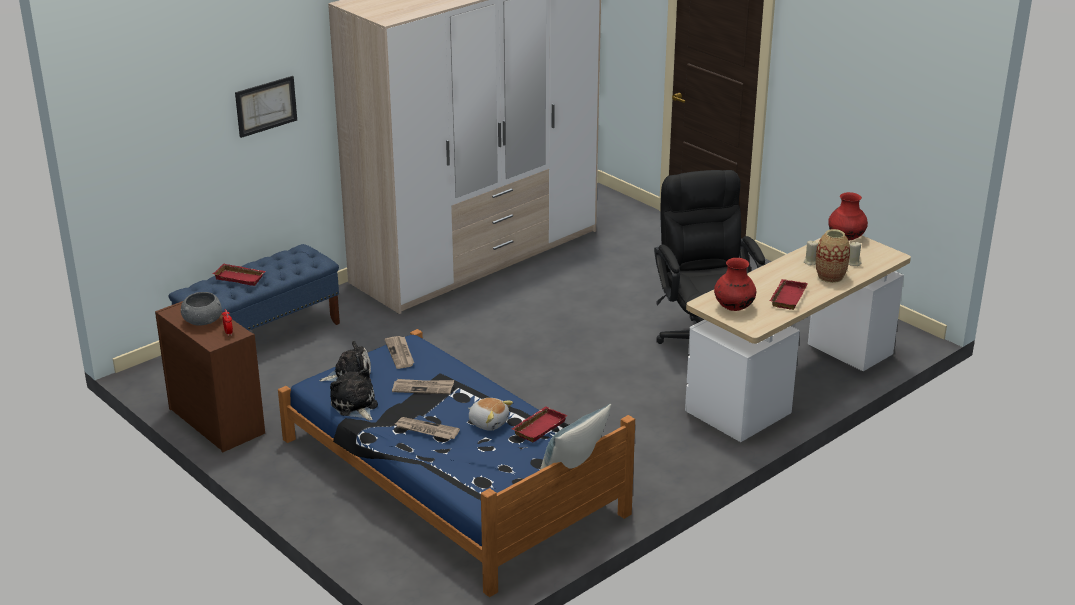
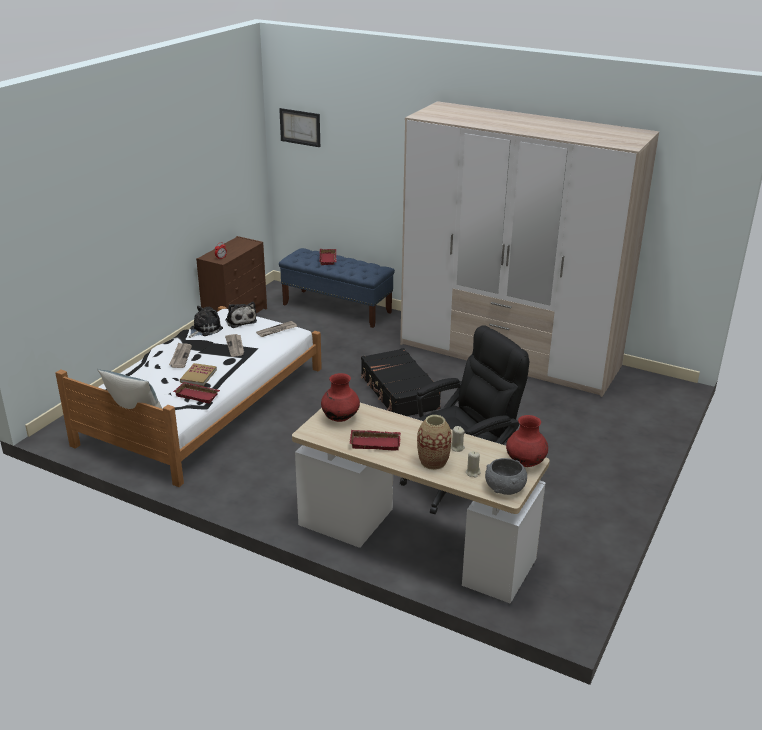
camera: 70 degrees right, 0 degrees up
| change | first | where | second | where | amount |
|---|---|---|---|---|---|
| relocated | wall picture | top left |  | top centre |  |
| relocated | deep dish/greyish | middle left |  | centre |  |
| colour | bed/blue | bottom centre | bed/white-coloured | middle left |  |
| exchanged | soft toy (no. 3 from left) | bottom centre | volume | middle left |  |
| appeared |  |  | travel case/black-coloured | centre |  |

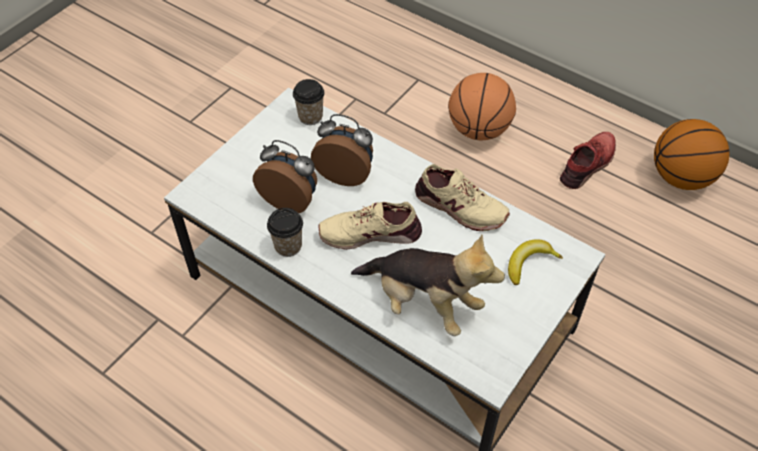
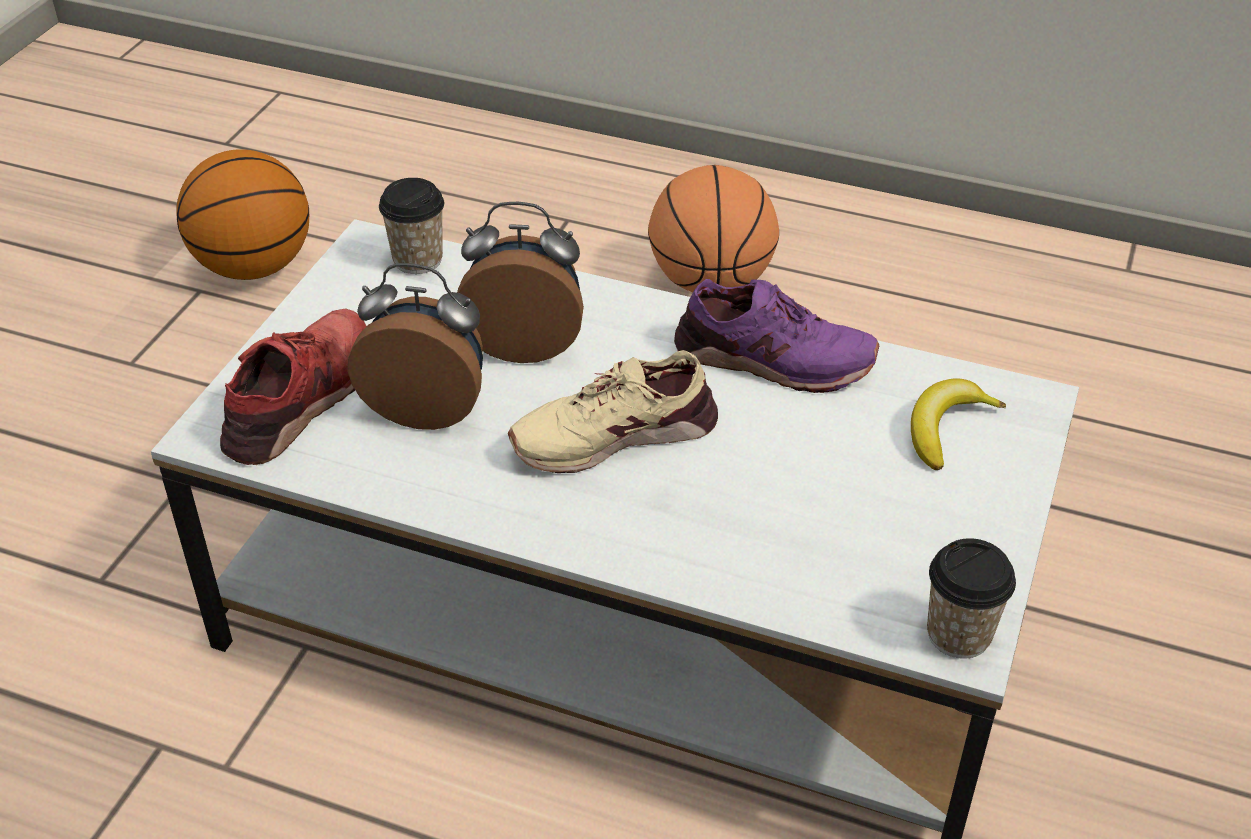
camera: 15 degrees left, 10 degrees down
| change | first | where | second | where | amount |
|---|---|---|---|---|---|
| relocated | ball for basketball (no. 2 from left in the first image) | middle right | ball for basketball (no. 1 from left) | top left |  |
| relocated | shoe/red-coloured | middle right |  | middle left |  |
| colour | shoe/beige-coloured (no. 2 from left) | centre | shoe/purple-coloured | centre |  |
| relocated | small cup (no. 1 from left in the first image) | centre | small cup (no. 2 from left) | bottom right |  |
| missing | soft toy | centre |  |  |  |

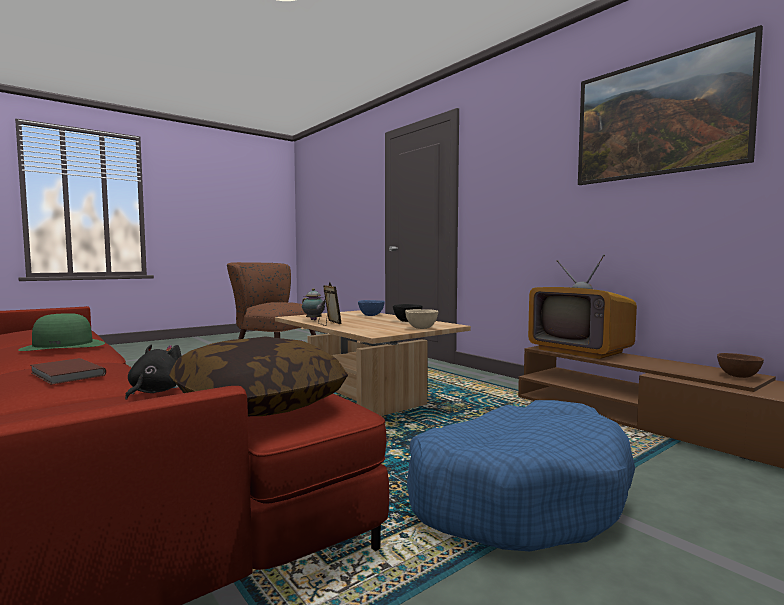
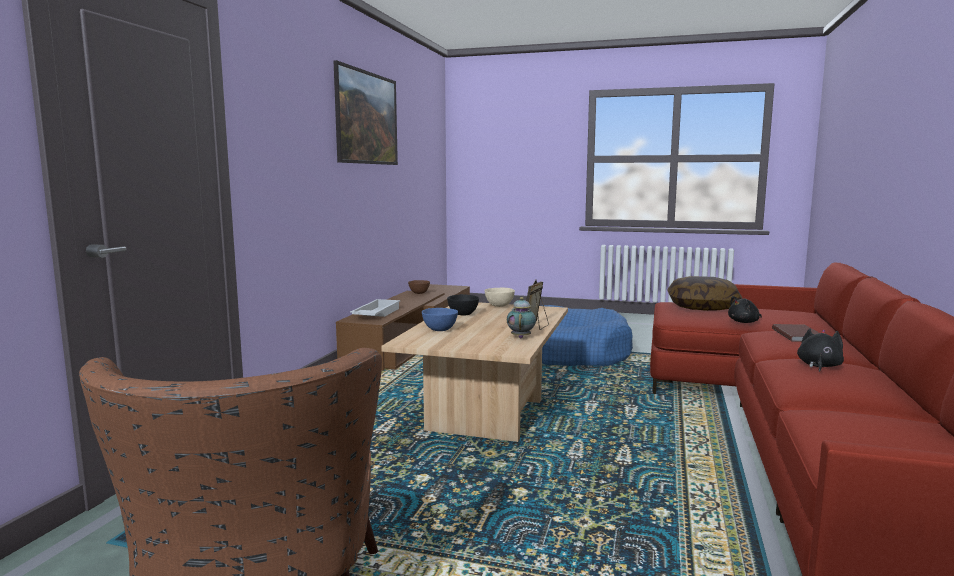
camera: 125 degrees left, 5 degrees up
| change | first | where | second | where | amount |
|---|---|---|---|---|---|
| exchanged | TV set | middle right | serving tray/white-coloured | centre |  |
| exchanged | wearable hat/green-coloured | middle left | soft toy/black-coloured (no. 2 from left) | middle right |  |

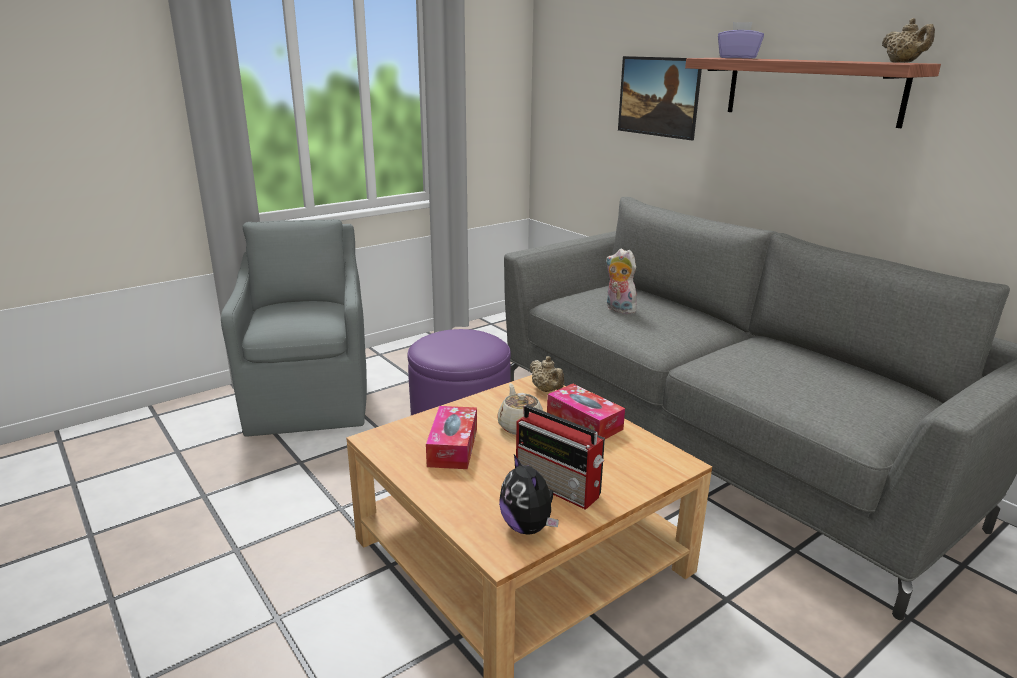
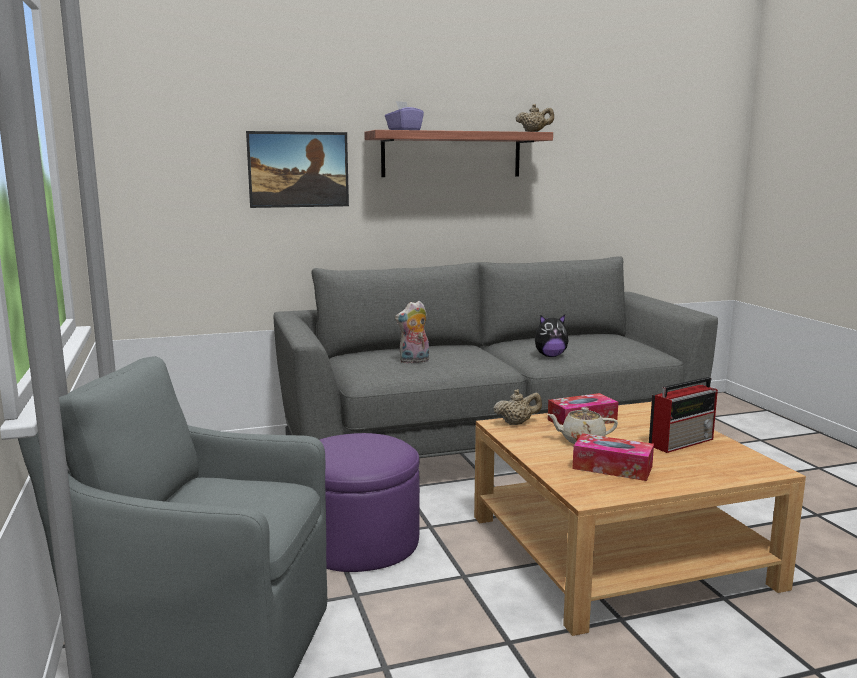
camera: 70 degrees left, 10 degrees down
| change | first | where | second | where | amount |
|---|---|---|---|---|---|
| relocated | soft toy (no. 1 from left in the first image) | bottom centre | soft toy (no. 2 from left) | centre |  |

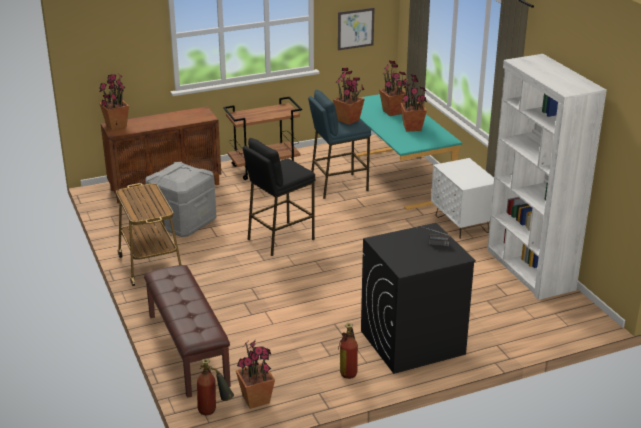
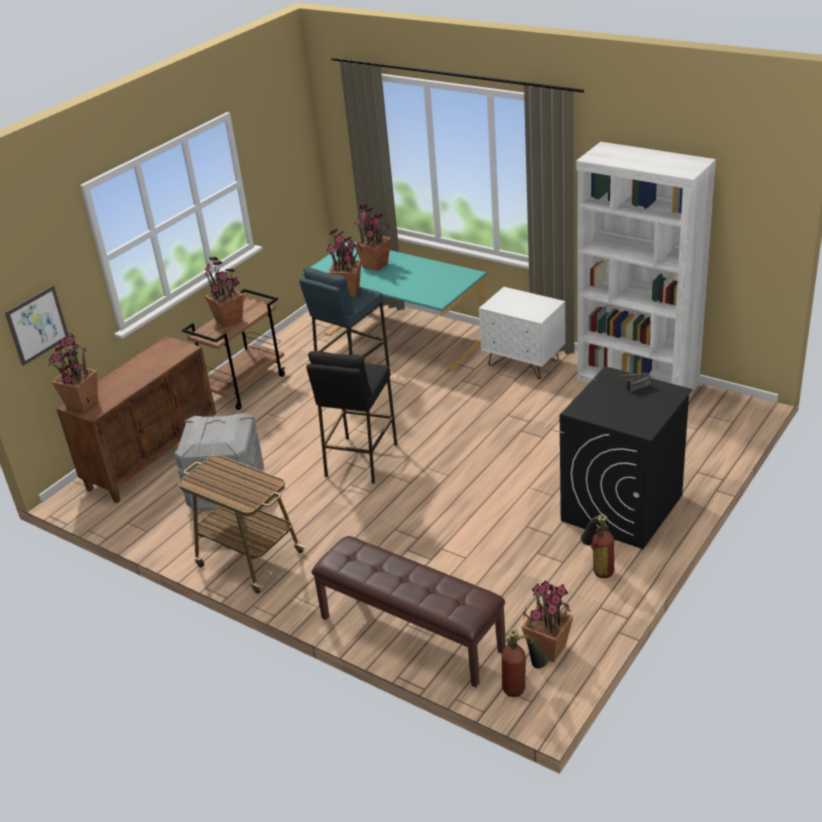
camera: 30 degrees left, 5 degrees up
| change | first | where | second | where | amount |
|---|---|---|---|---|---|
| relocated | wall picture | top centre |  | middle left |  |
| relocated | houseplant (no. 5 from left in the first image) | top centre | houseplant (no. 2 from left) | middle left |  |

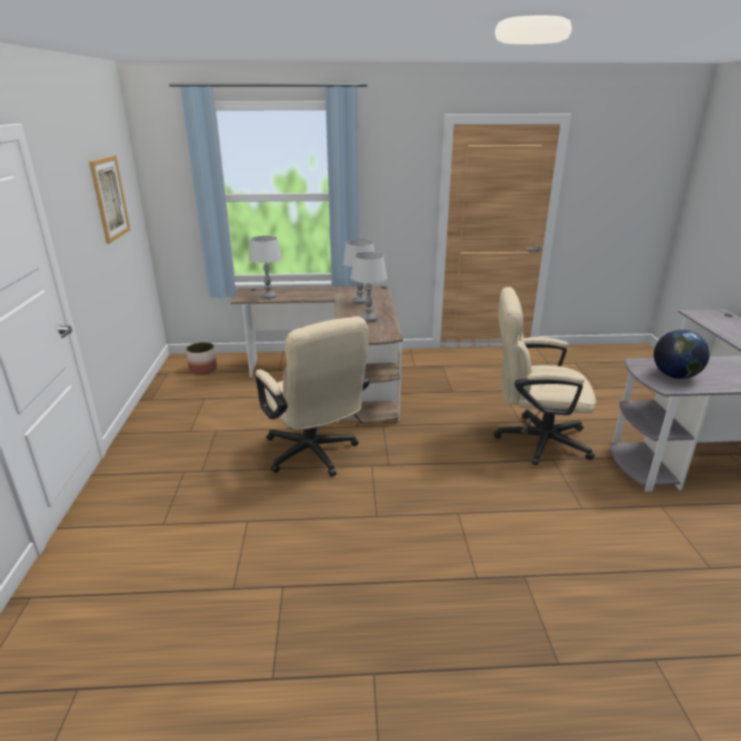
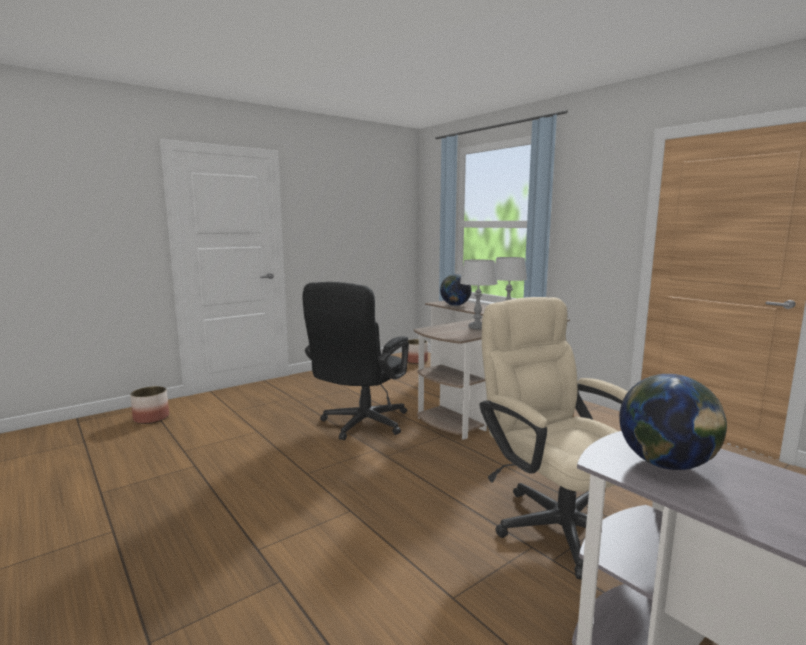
camera: 55 degrees right, 15 degrees down
| change | first | where | second | where | amount |
|---|---|---|---|---|---|
| missing | wall picture | top left |  |  |  |
| exchanged | lamp for a table/greyish (no. 1 from left) | centre | globe (no. 1 from left) | centre |  |
| colour | office chair/beige-coloured (no. 1 from left) | centre | office chair/black-coloured | centre |  |
| appeared |  |  | planter (no. 1 from left) | middle left |  |

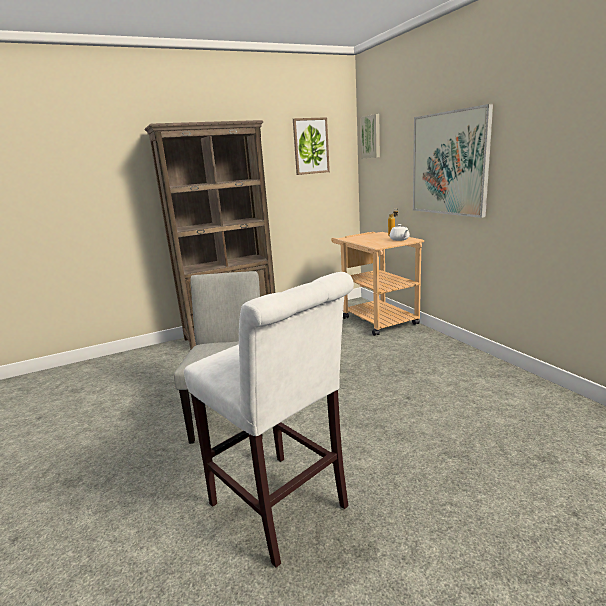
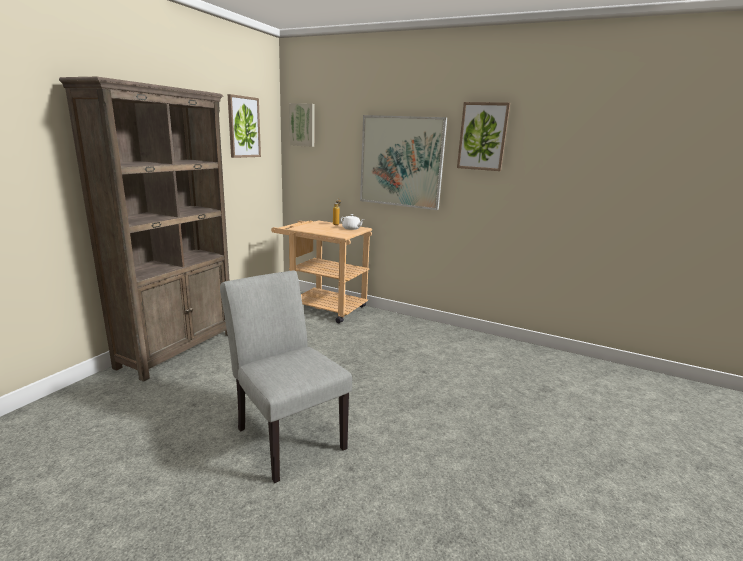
camera: 40 degrees left, 0 degrees up
| change | first | where | second | where | amount |
|---|---|---|---|---|---|
| missing | stool seat/white-coloured | bottom centre |  |  |  |
| appeared |  |  | wall picture (no. 4 from left) | top centre |  |

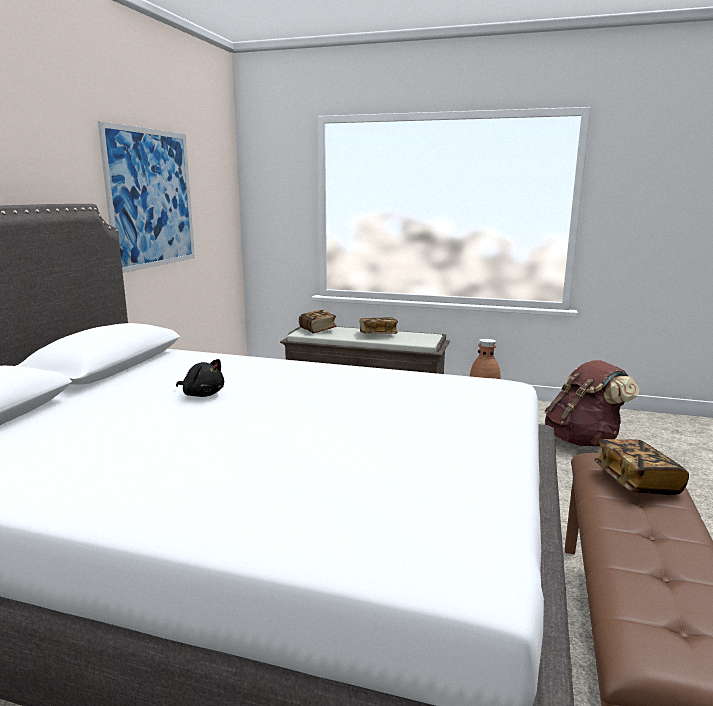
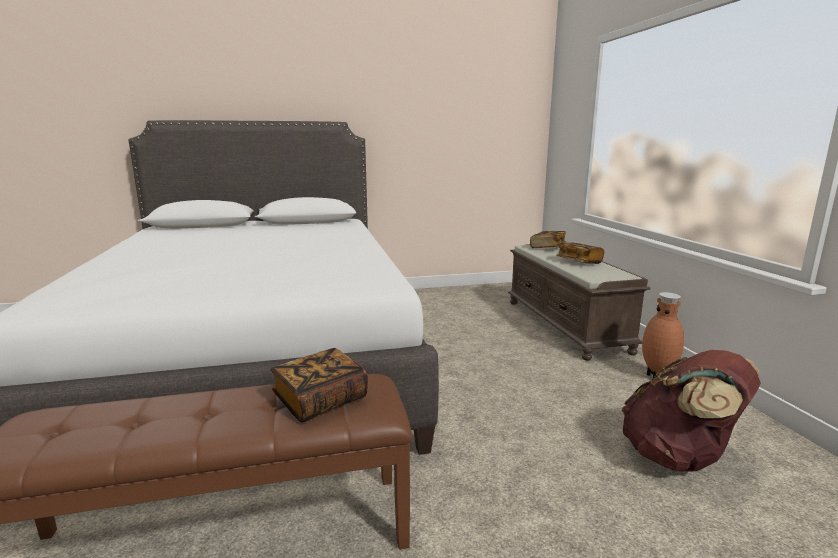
camera: 60 degrees right, 0 degrees up
| change | first | where | second | where | amount |
|---|---|---|---|---|---|
| missing | wall picture | top left |  |  |  |
| missing | soft toy/black-coloured | middle left |  |  |  |

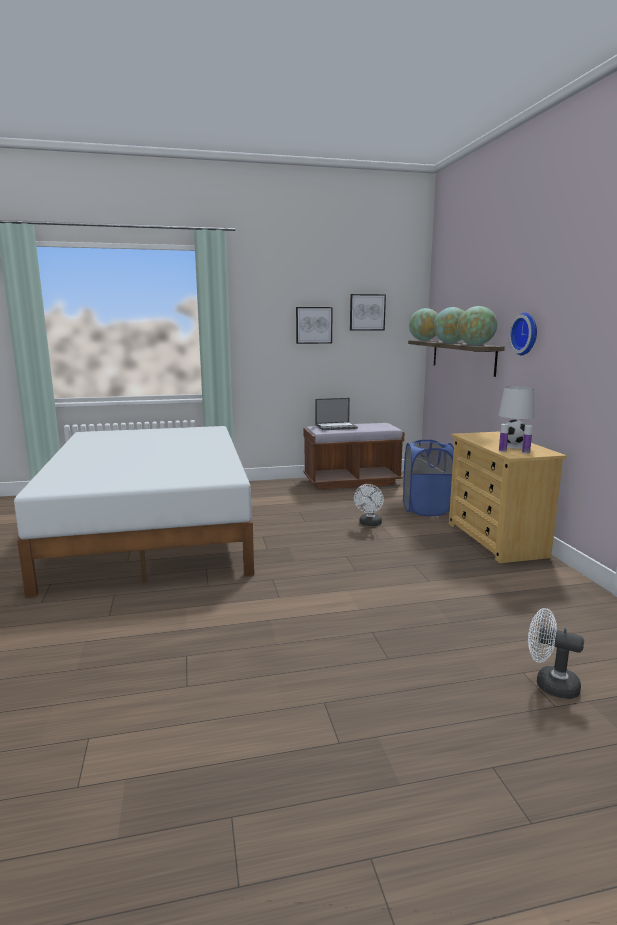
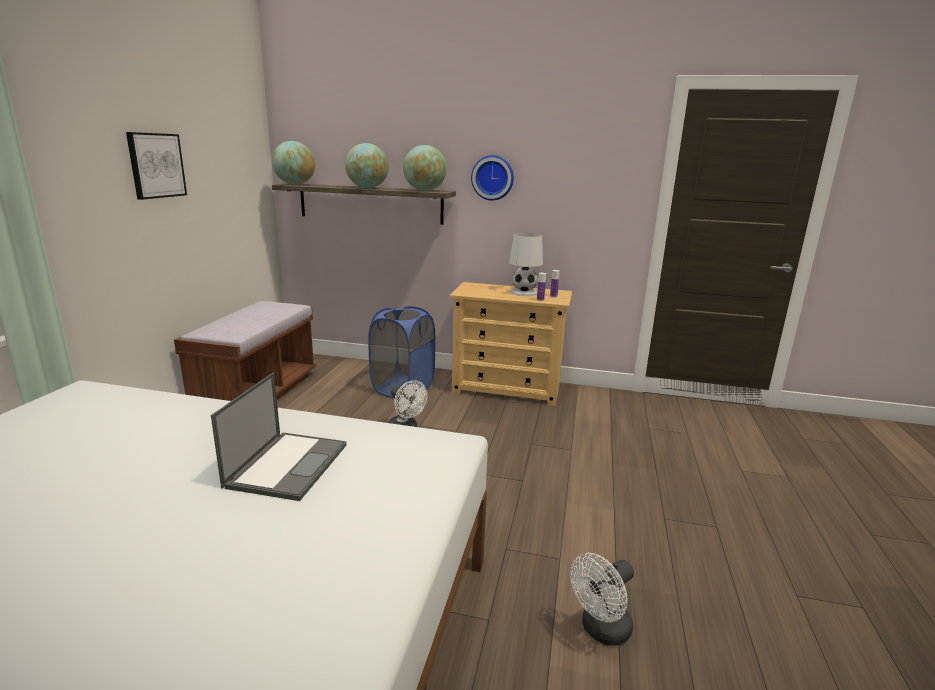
camera: 65 degrees left, 5 degrees up
| change | first | where | second | where | amount |
|---|---|---|---|---|---|
| missing | wall picture (no. 2 from left) | centre |  |  |  |
| relocated | notebook computer | centre |  | middle left |  |
| relocated | electric fan/white-coloured (no. 2 from left) | bottom right |  | bottom centre |  |

